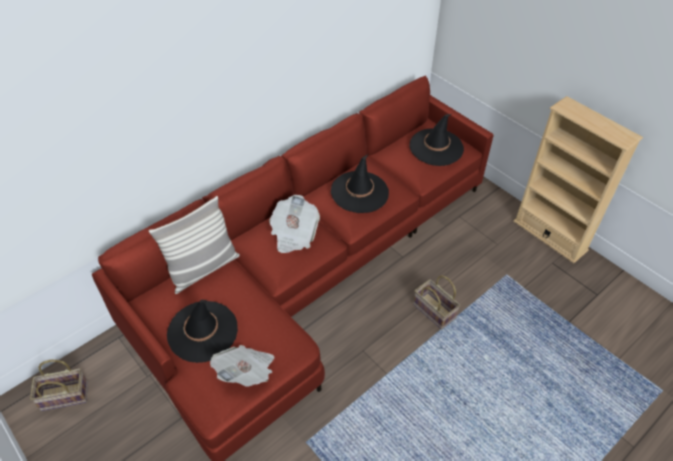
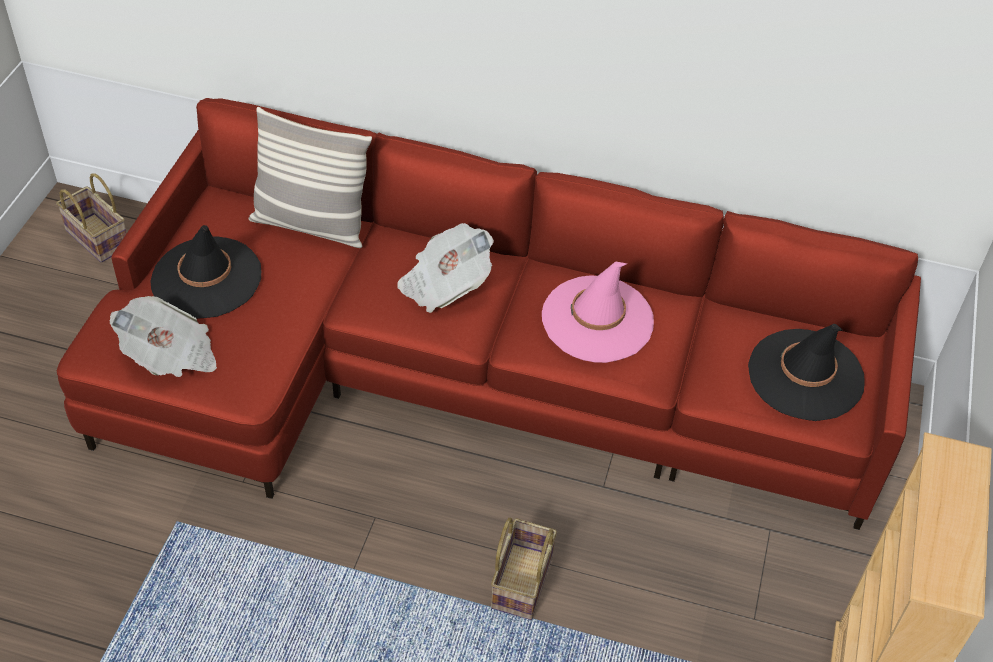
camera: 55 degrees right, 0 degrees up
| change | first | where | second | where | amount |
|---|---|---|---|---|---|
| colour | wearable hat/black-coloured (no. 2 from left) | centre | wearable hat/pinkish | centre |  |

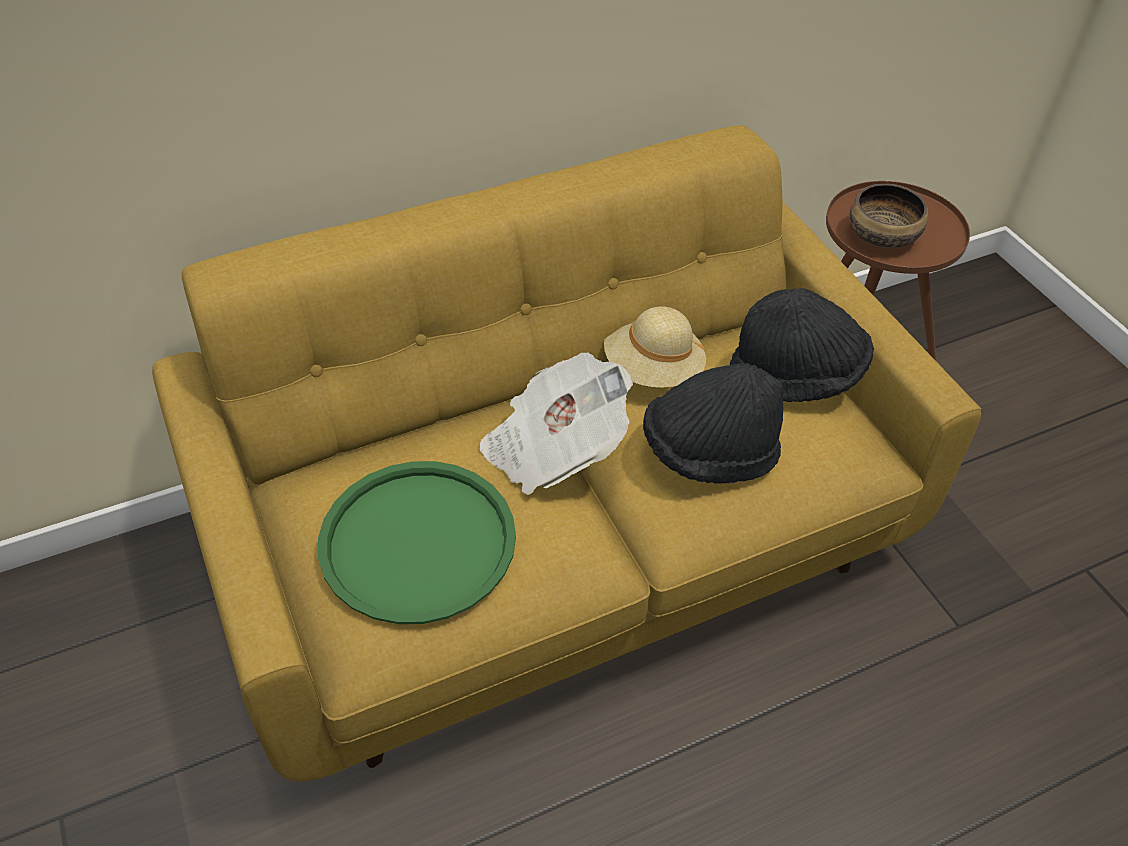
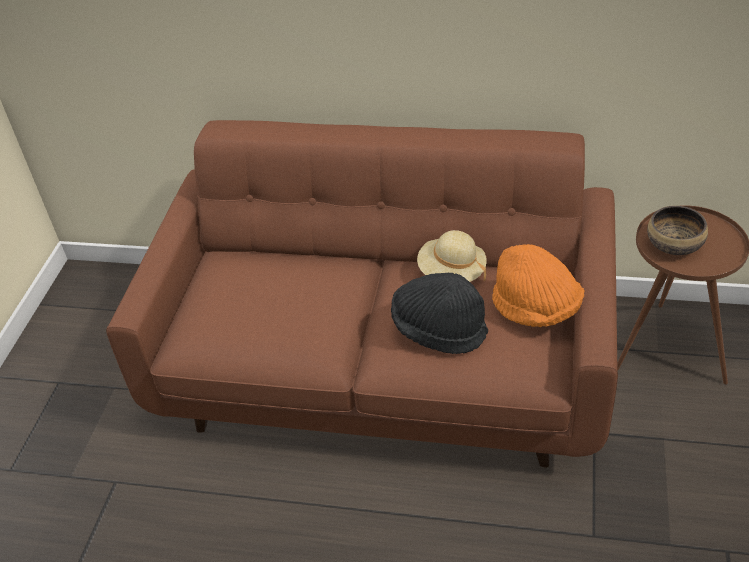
camera: 40 degrees right, 5 degrees down
| change | first | where | second | where | amount |
|---|---|---|---|---|---|
| colour | couch/yellowish | centre | couch/brownish | centre |  |
| colour | wearable hat/black-coloured (no. 2 from left) | middle right | wearable hat/orange | middle right |  |
| missing | newspaper | centre |  |  |  |
| missing | serving tray/green-coloured | centre |  |  |  |

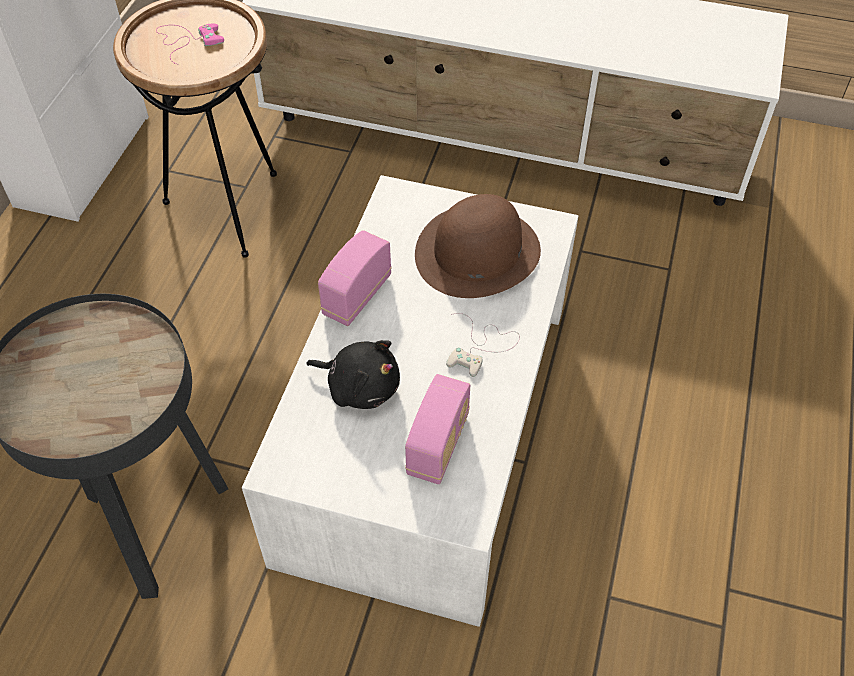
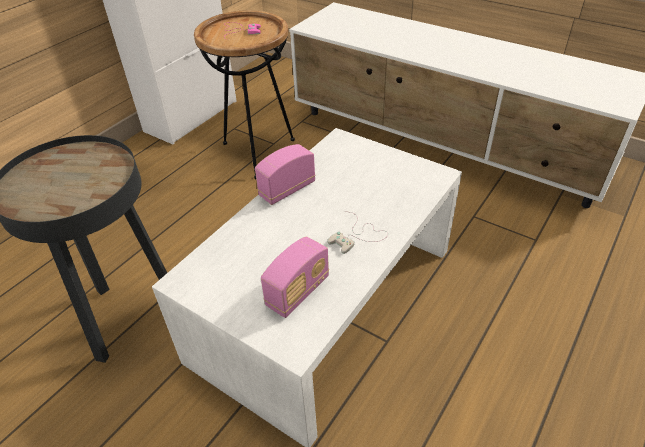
camera: 20 degrees right, 10 degrees down
| change | first | where | second | where | amount |
|---|---|---|---|---|---|
| missing | wearable hat/brownish | centre |  |  |  |
| missing | soft toy/black-coloured | centre |  |  |  |

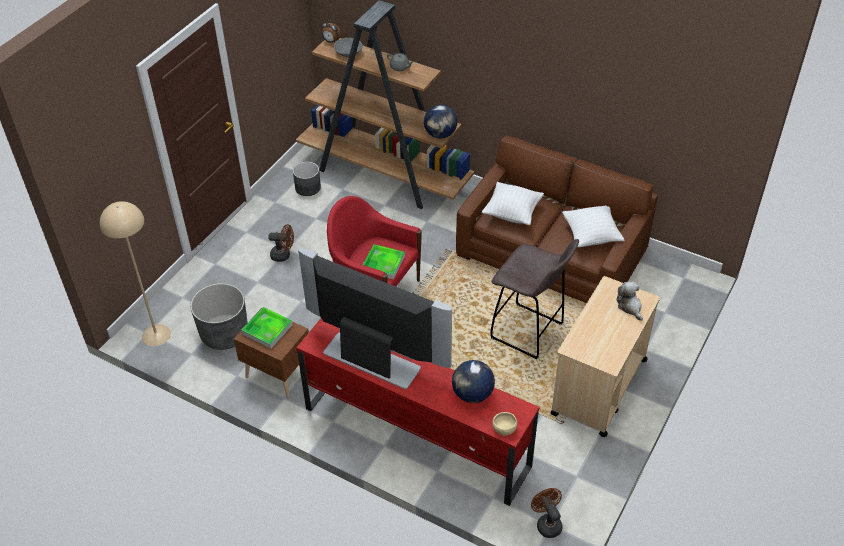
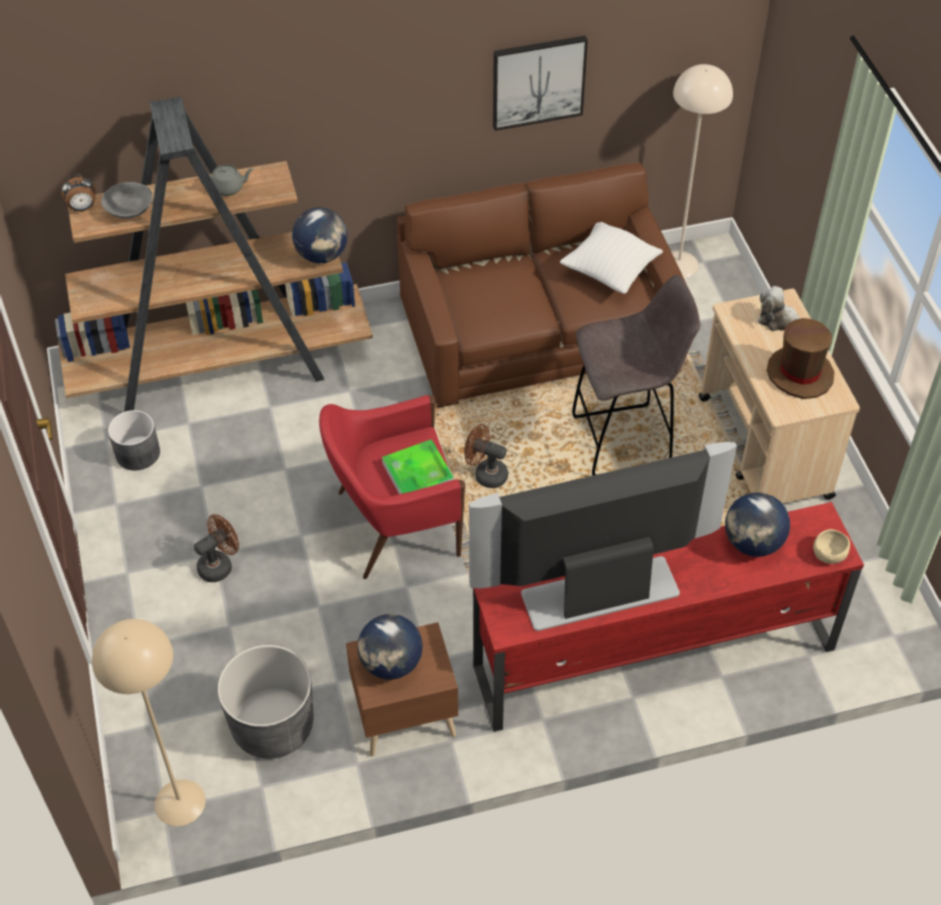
camera: 45 degrees left, 5 degrees up
| change | first | where | second | where | amount |
|---|---|---|---|---|---|
| missing | throw pillow/white-coloured (no. 1 from left) | centre |  |  |  |
| exchanged | serving tray (no. 1 from left) | middle left | globe (no. 2 from left) | bottom centre |  |
| relocated | electric fan/brownish (no. 2 from left) | bottom centre |  | centre |  |
| appeared |  |  | wall picture | top centre |  |
| appeared |  |  | standing lamp/beige-coloured (no. 2 from left) | top right |  |
| appeared |  |  | wearable hat/brownish | middle right |  |

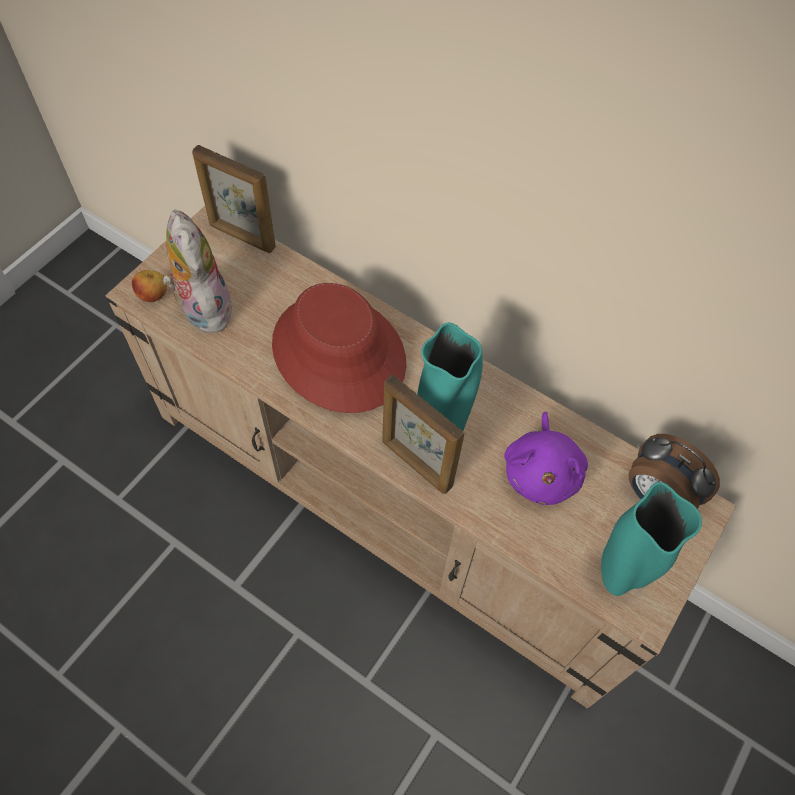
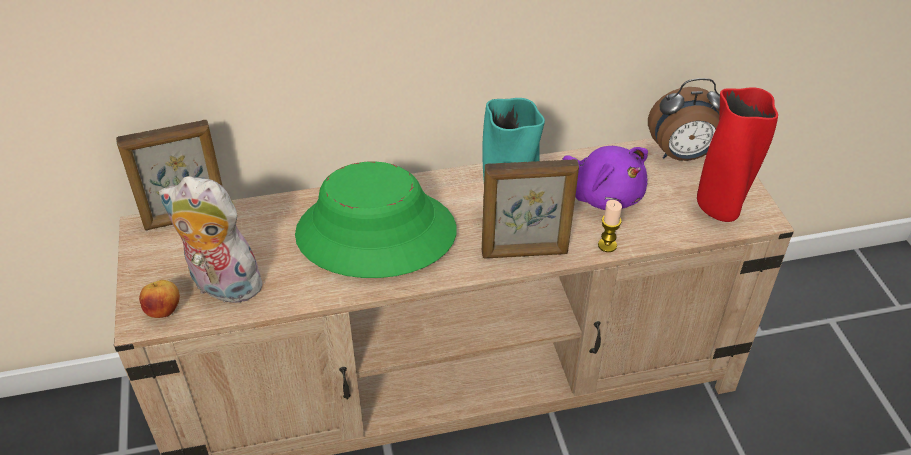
camera: 45 degrees left, 15 degrees down
| change | first | where | second | where | amount |
|---|---|---|---|---|---|
| colour | wearable hat/red-coloured | centre | wearable hat/green-coloured | centre |  |
| colour | flower vase/turquoise-coloured (no. 2 from left) | bottom right | flower vase/red-coloured | middle right |  |
| appeared |  |  | candle | middle right |  |

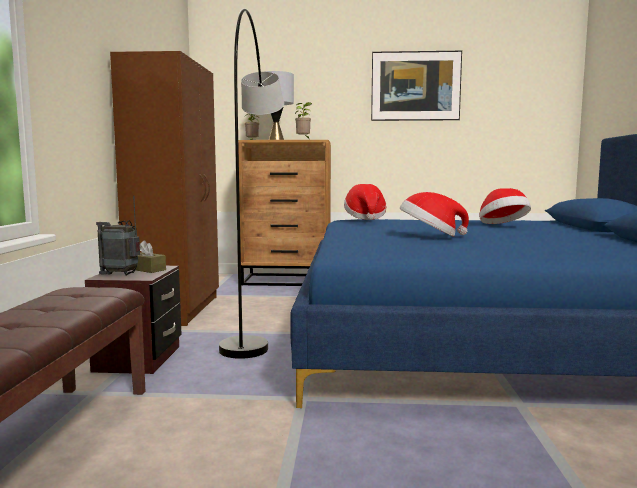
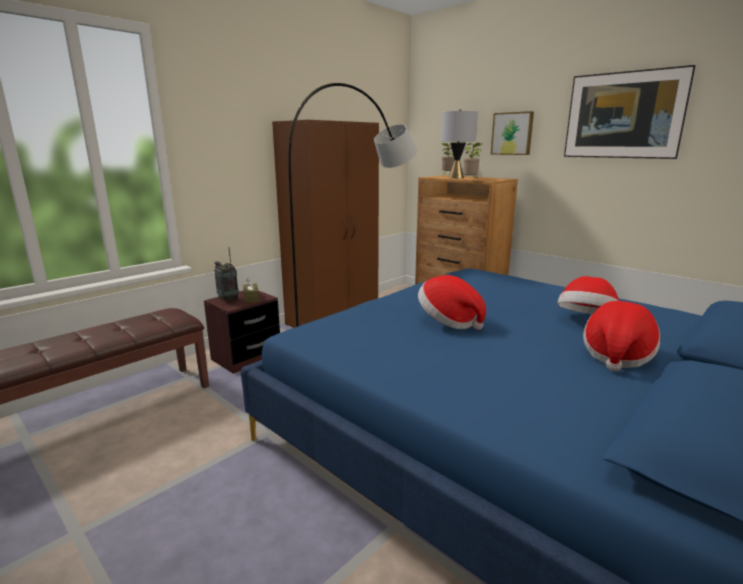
camera: 40 degrees right, 10 degrees up
| change | first | where | second | where | amount |
|---|---|---|---|---|---|
| relocated | wearable hat (no. 1 from left in the first image) | centre | wearable hat (no. 3 from left) | middle right |  |
| appeared |  |  | wall picture (no. 1 from left) | top right |  |

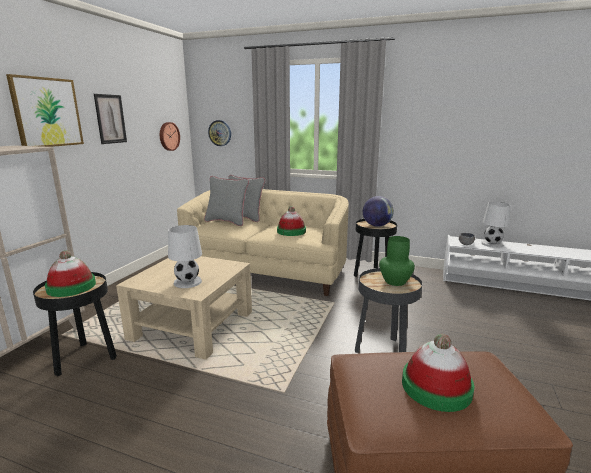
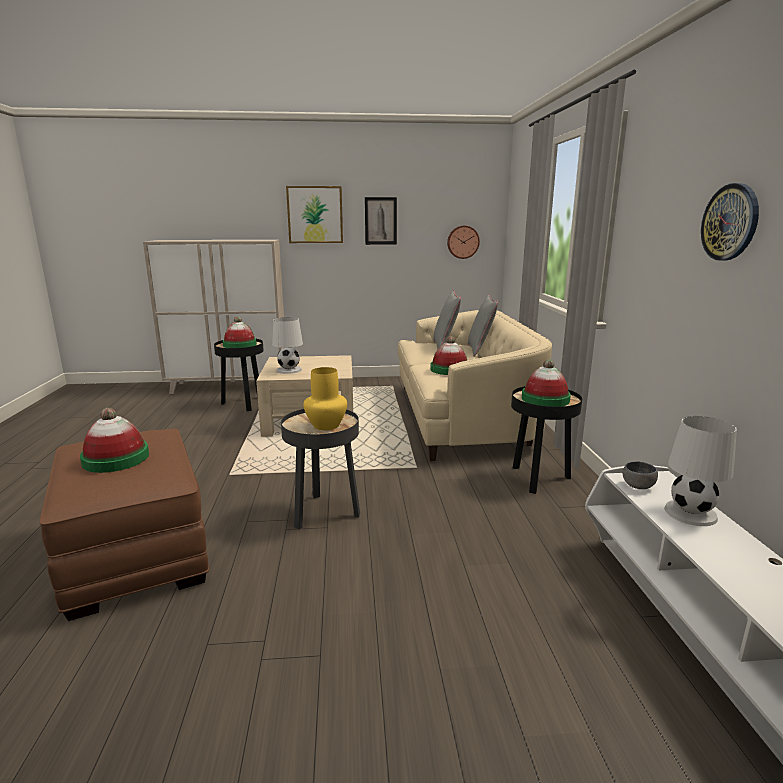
camera: 65 degrees right, 0 degrees up
| change | first | where | second | where | amount |
|---|---|---|---|---|---|
| relocated | wall clock (no. 2 from left) | top centre |  | top right |  |
| exchanged | globe | centre | wearable hat (no. 4 from left) | middle right |  |
| colour | flower vase/green-coloured | middle right | flower vase/yellowish | centre |  |

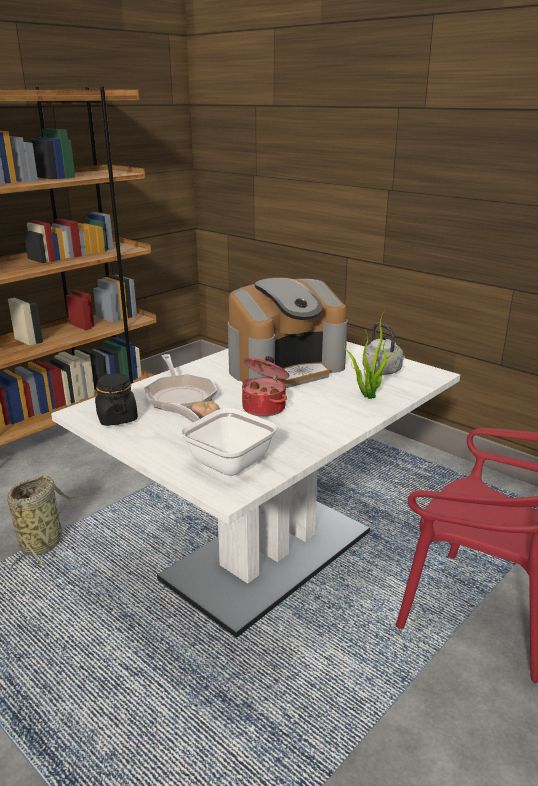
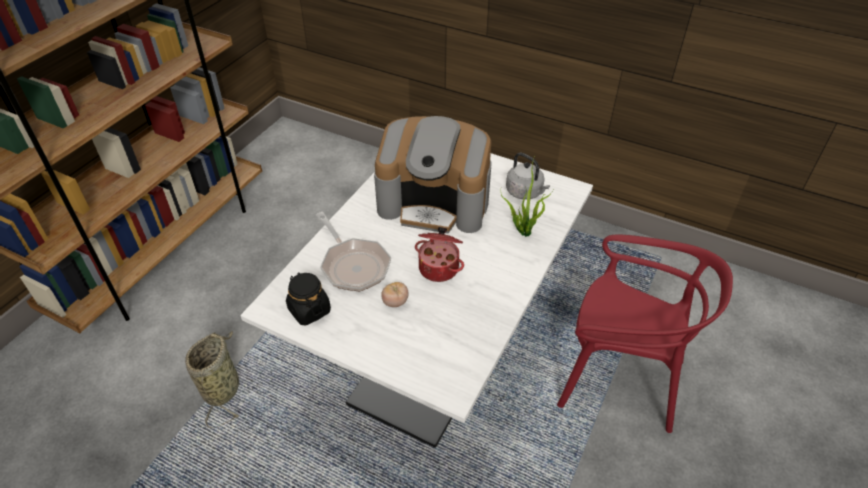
camera: 15 degrees left, 20 degrees up
| change | first | where | second | where | amount |
|---|---|---|---|---|---|
| spun | coffee machine | centre |  | centre | 60 degrees clockwise |
| missing | skillet (no. 2 from left) | centre |  |  |  |

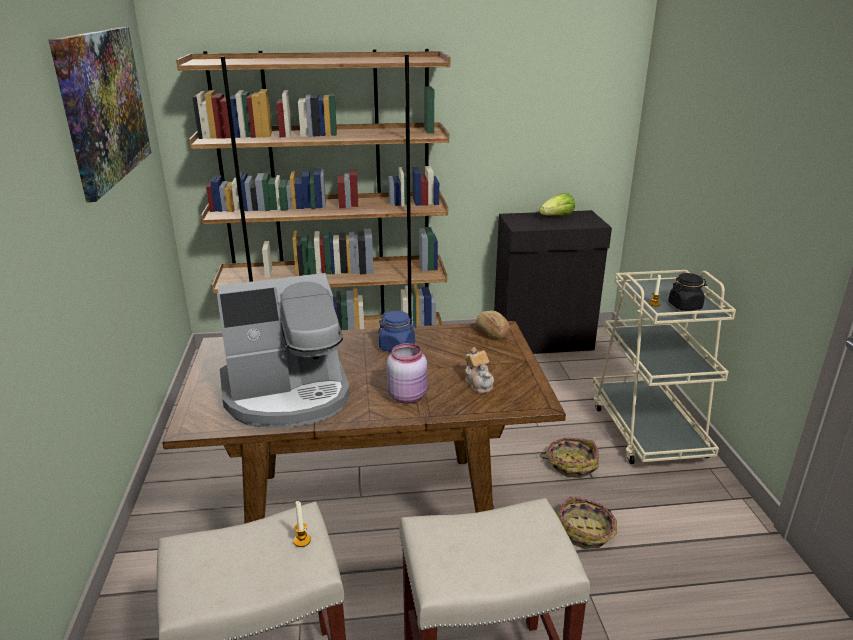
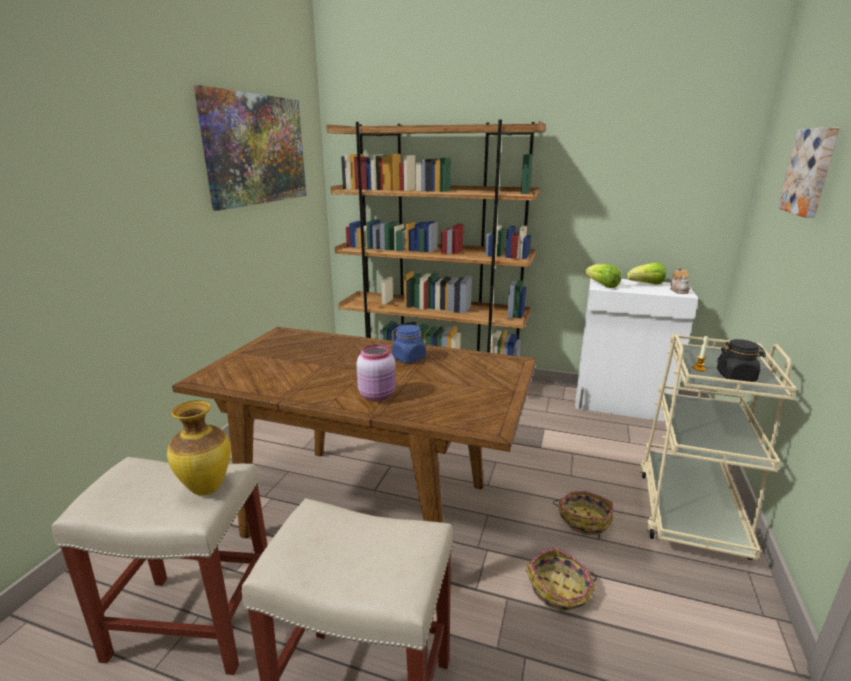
camera: 25 degrees right, 5 degrees down
| change | first | where | second | where | amount |
|---|---|---|---|---|---|
| colour | cupboard/black-coloured | centre | cupboard/white-coloured | middle right |  |
| missing | coffee machine | middle left |  |  |  |
| missing | bread | centre |  |  |  |
| relocated | pot for tea | centre |  | middle right |  |
| exchanged | candle (no. 1 from left) | bottom centre | flower vase | middle left |  |
| appeared |  |  | wall picture (no. 2 from left) | top right |  |
| appeared |  |  | lettuce head (no. 1 from left) | middle right |  |

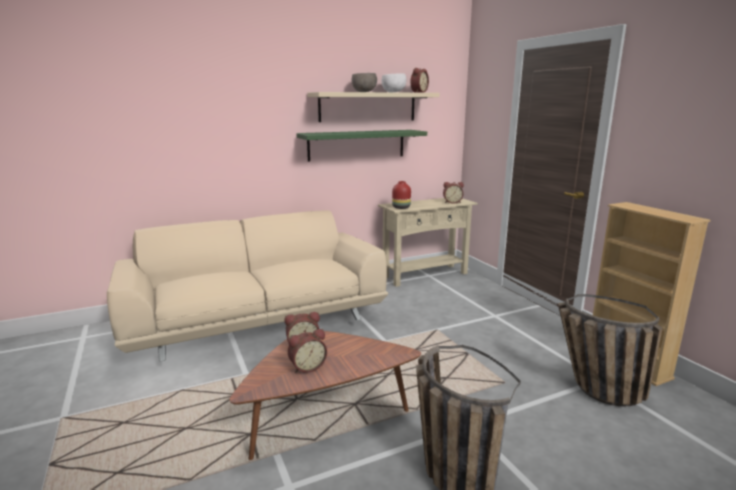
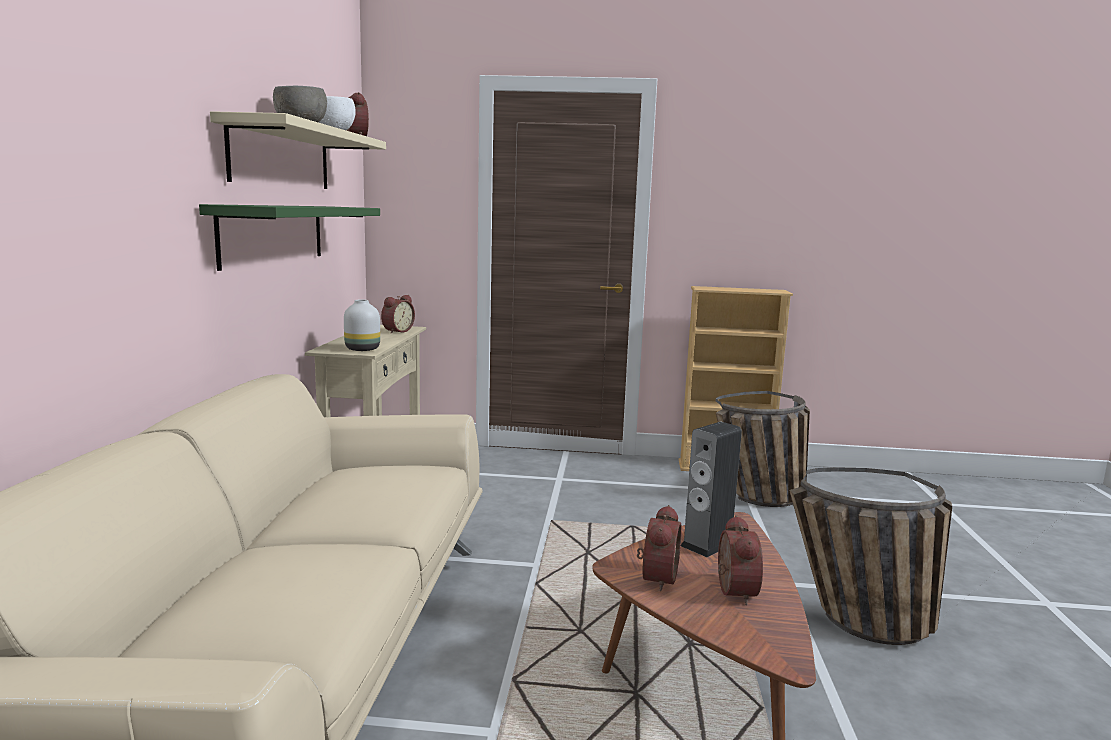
camera: 60 degrees left, 5 degrees down
| change | first | where | second | where | amount |
|---|---|---|---|---|---|
| colour | flower vase/red-coloured | centre | flower vase/white-coloured | middle left |  |
| appeared |  |  | audio speaker | centre |  |

